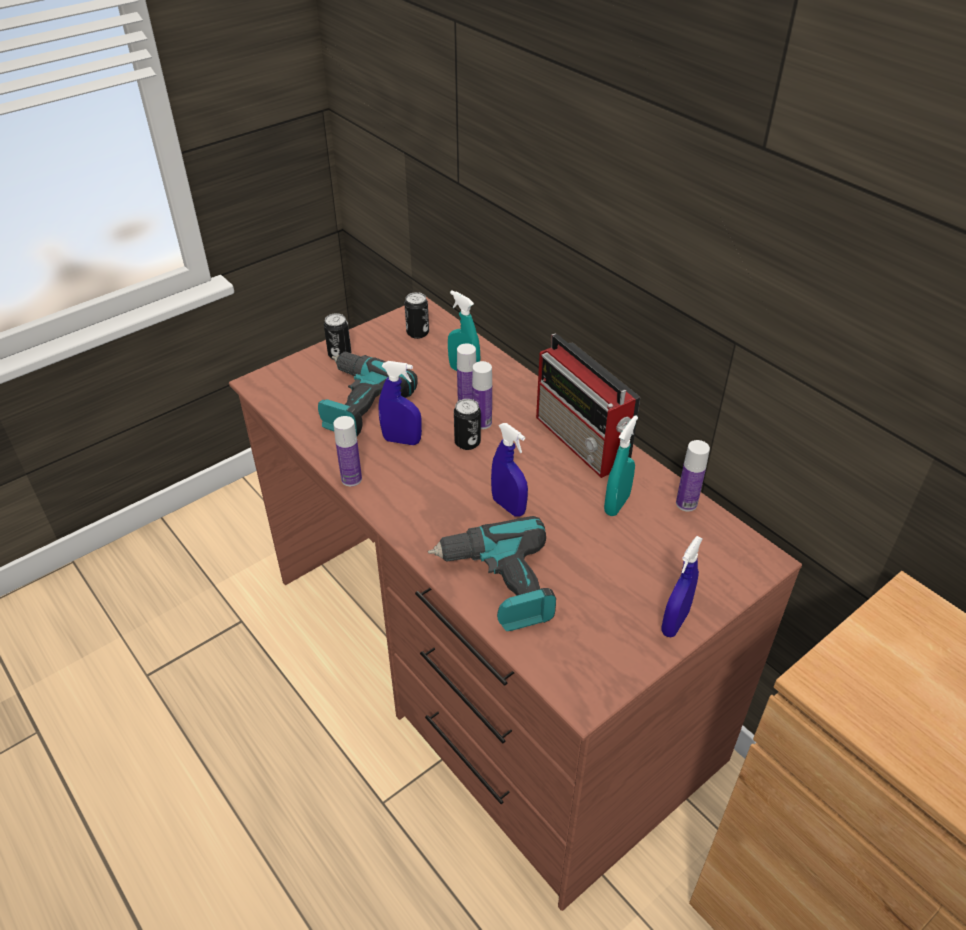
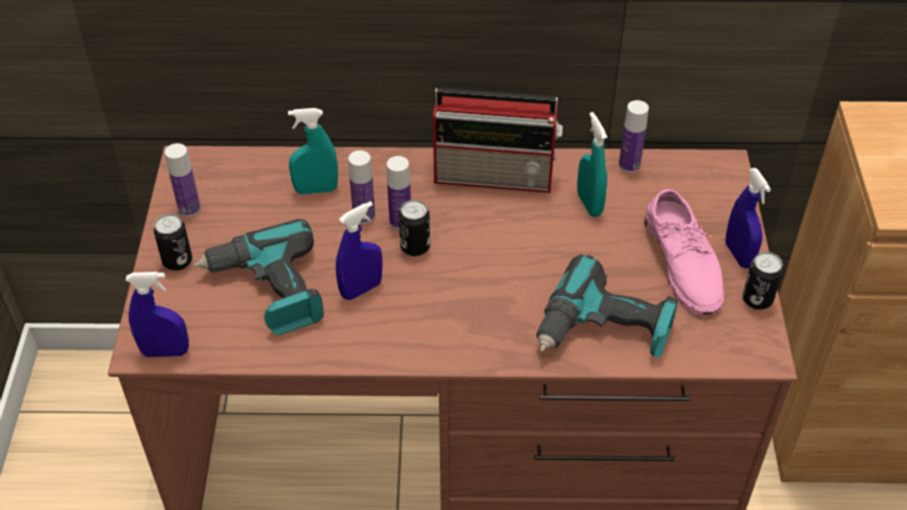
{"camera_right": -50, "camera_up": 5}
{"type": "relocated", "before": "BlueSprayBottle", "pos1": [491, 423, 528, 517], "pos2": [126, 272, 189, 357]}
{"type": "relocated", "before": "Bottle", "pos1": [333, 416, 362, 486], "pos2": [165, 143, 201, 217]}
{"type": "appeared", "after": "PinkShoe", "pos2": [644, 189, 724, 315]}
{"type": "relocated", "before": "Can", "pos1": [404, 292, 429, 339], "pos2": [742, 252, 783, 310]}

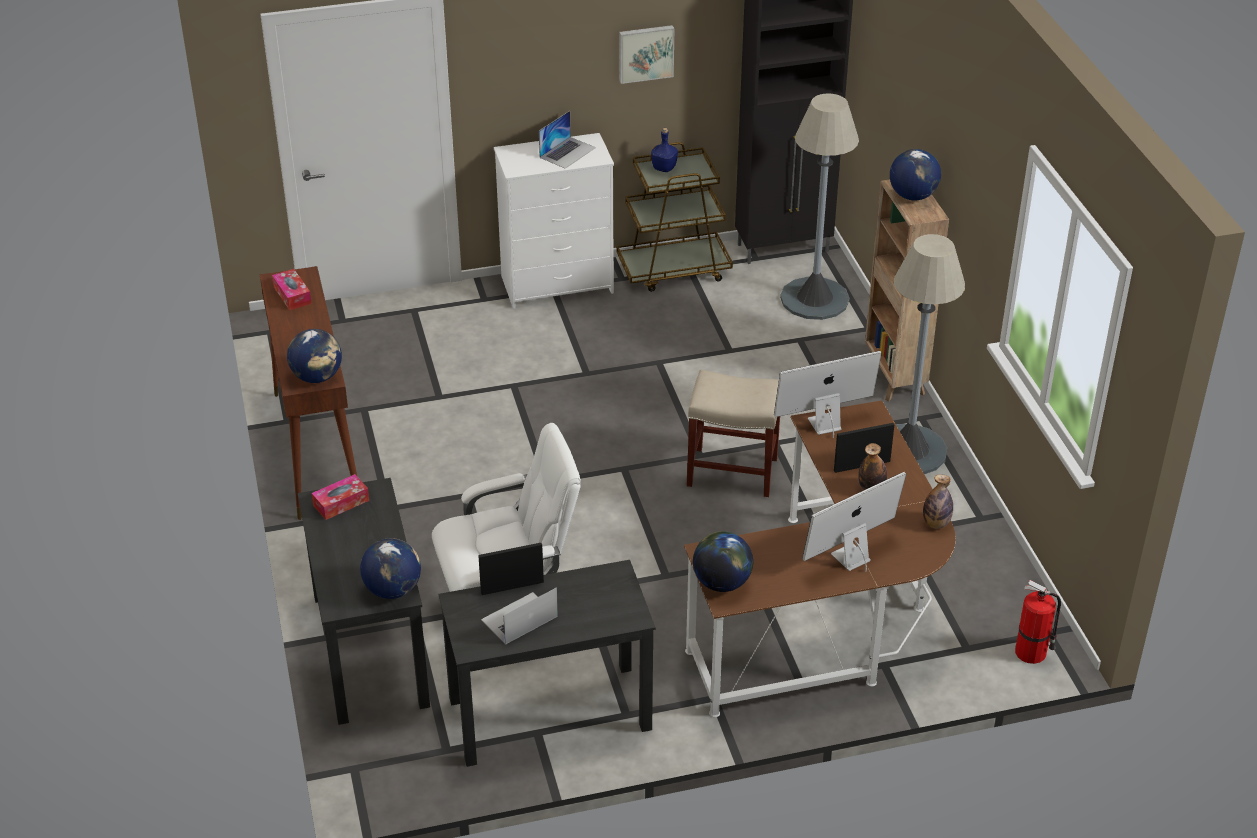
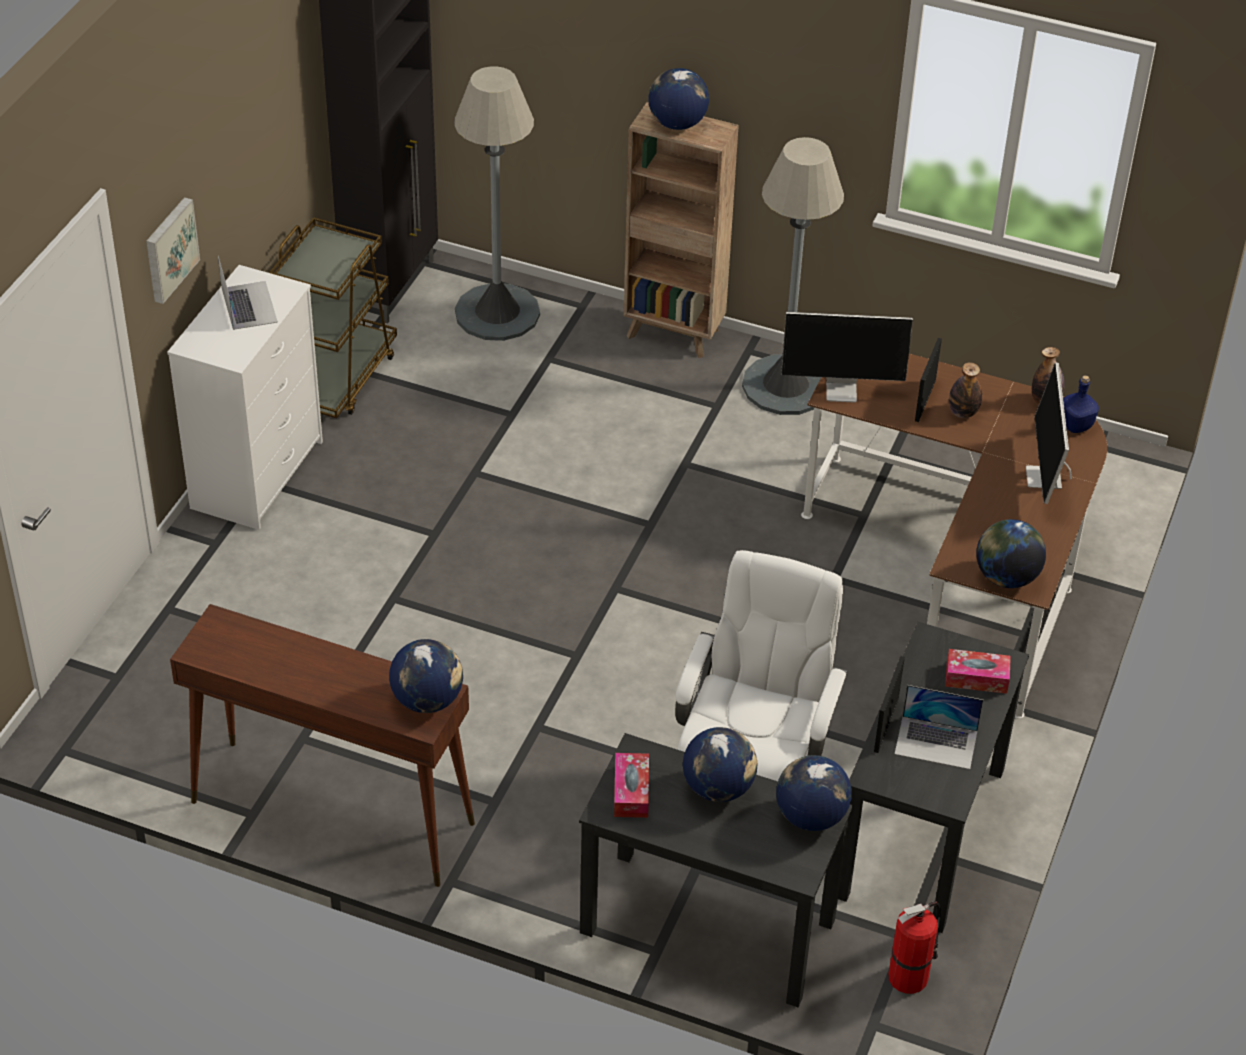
{"camera_right": -55, "camera_up": 5}
{"type": "relocated", "before": "Picture", "pos1": [619, 25, 674, 84], "pos2": [146, 197, 200, 304]}
{"type": "appeared", "after": "Globe", "pos2": [683, 727, 757, 802]}
{"type": "spun", "before": "Monitor", "pos1": [774, 351, 882, 438], "pos2": [781, 312, 913, 403], "turn": -105}
{"type": "relocated", "before": "FireExtinguisher", "pos1": [1015, 580, 1061, 664], "pos2": [888, 901, 941, 994]}
{"type": "spun", "before": "Laptop", "pos1": [481, 587, 558, 645], "pos2": [895, 685, 983, 769], "turn": -75}
{"type": "relocated", "before": "TissueBox", "pos1": [272, 269, 312, 310], "pos2": [945, 649, 1011, 694]}
{"type": "relocated", "before": "BlueBottle", "pos1": [651, 128, 678, 172], "pos2": [1063, 375, 1099, 433]}
{"type": "missing", "before": "BeigeStool", "pos1": [687, 370, 780, 497]}

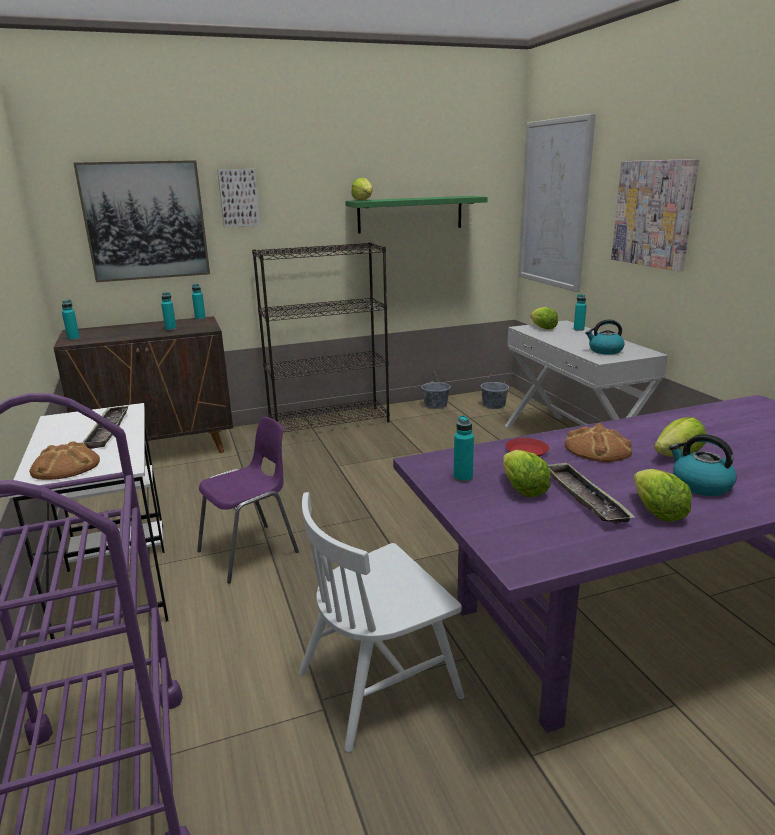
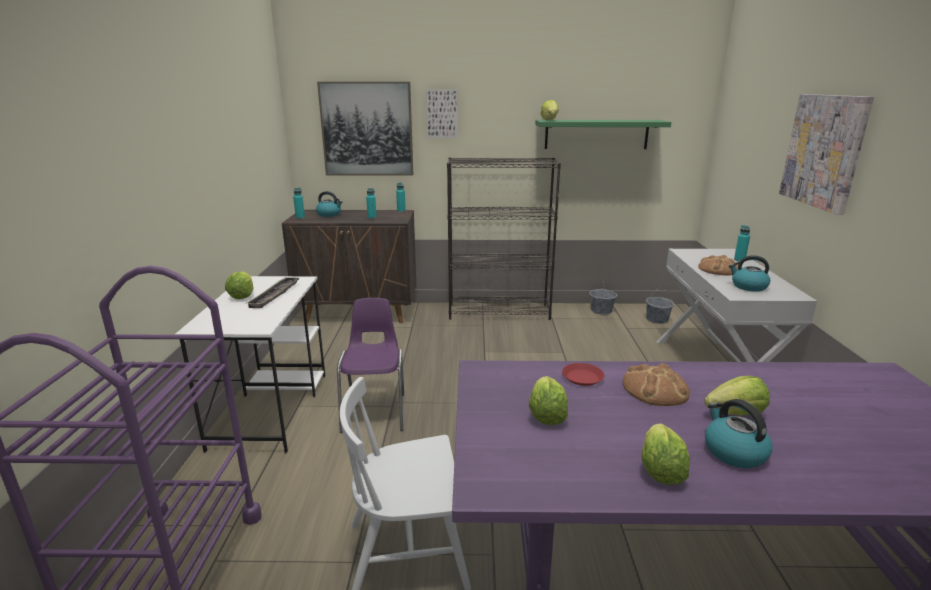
{"camera_right": 20, "camera_up": 0}
{"type": "relocated", "before": "Lettuce", "pos1": [530, 307, 558, 330], "pos2": [225, 271, 253, 300]}
{"type": "appeared", "after": "Kettle", "pos2": [316, 191, 343, 217]}
{"type": "spun", "before": "PurpleChair", "pos1": [197, 416, 299, 584], "pos2": [337, 298, 404, 433], "turn": -75}
{"type": "relocated", "before": "Bread", "pos1": [29, 441, 100, 480], "pos2": [698, 255, 738, 275]}
{"type": "missing", "before": "TurquoiseBottle", "pos1": [454, 415, 474, 482]}
{"type": "missing", "before": "Picture", "pos1": [519, 114, 596, 292]}
{"type": "missing", "before": "Tray", "pos1": [548, 462, 635, 523]}

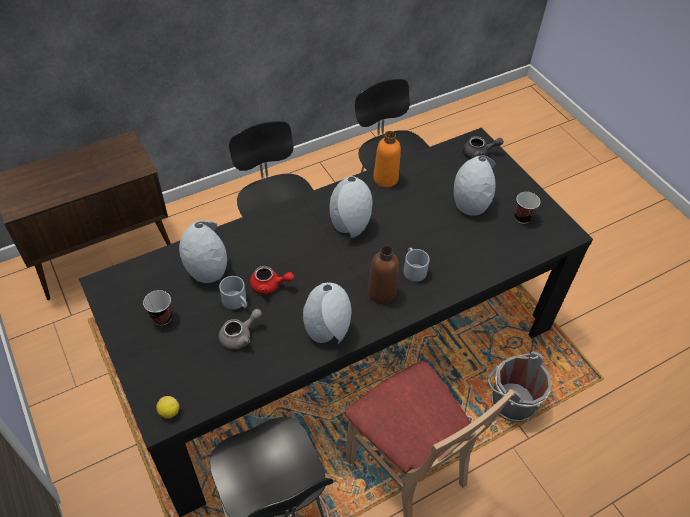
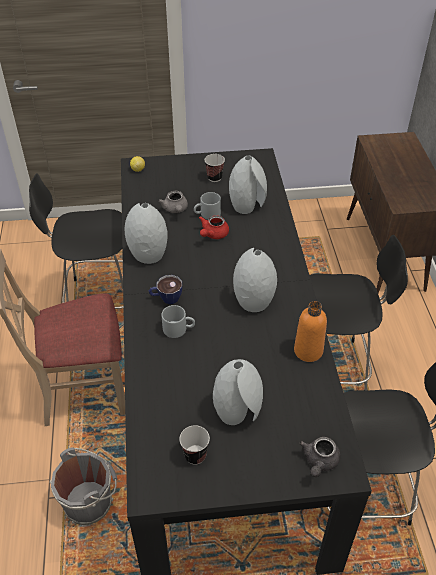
{"camera_right": 115, "camera_up": -5}
{"type": "exchanged", "before": "BrownBottle", "after": "Cup", "pos1": [368, 246, 399, 304], "pos2": [149, 275, 182, 304]}

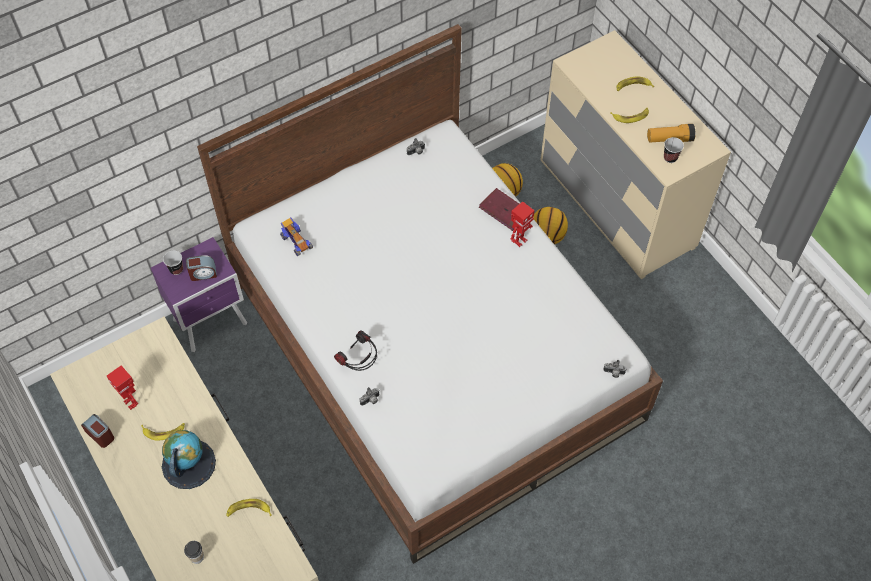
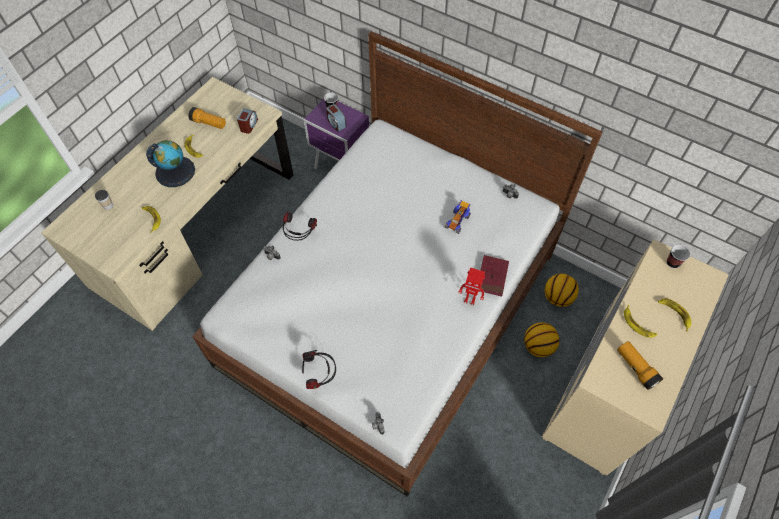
{"camera_right": 65, "camera_up": 0}
{"type": "exchanged", "before": "ToyRobot", "after": "Flashlight", "pos1": [107, 365, 138, 410], "pos2": [188, 107, 226, 129]}
{"type": "relocated", "before": "AlarmClock", "pos1": [81, 414, 114, 448], "pos2": [237, 109, 258, 134]}
{"type": "appeared", "after": "Headphones", "pos2": [302, 350, 336, 389]}
{"type": "relocated", "before": "ToyCar", "pos1": [280, 217, 313, 256], "pos2": [445, 200, 471, 234]}
{"type": "relocated", "before": "Cup", "pos1": [664, 137, 684, 163], "pos2": [667, 245, 690, 268]}

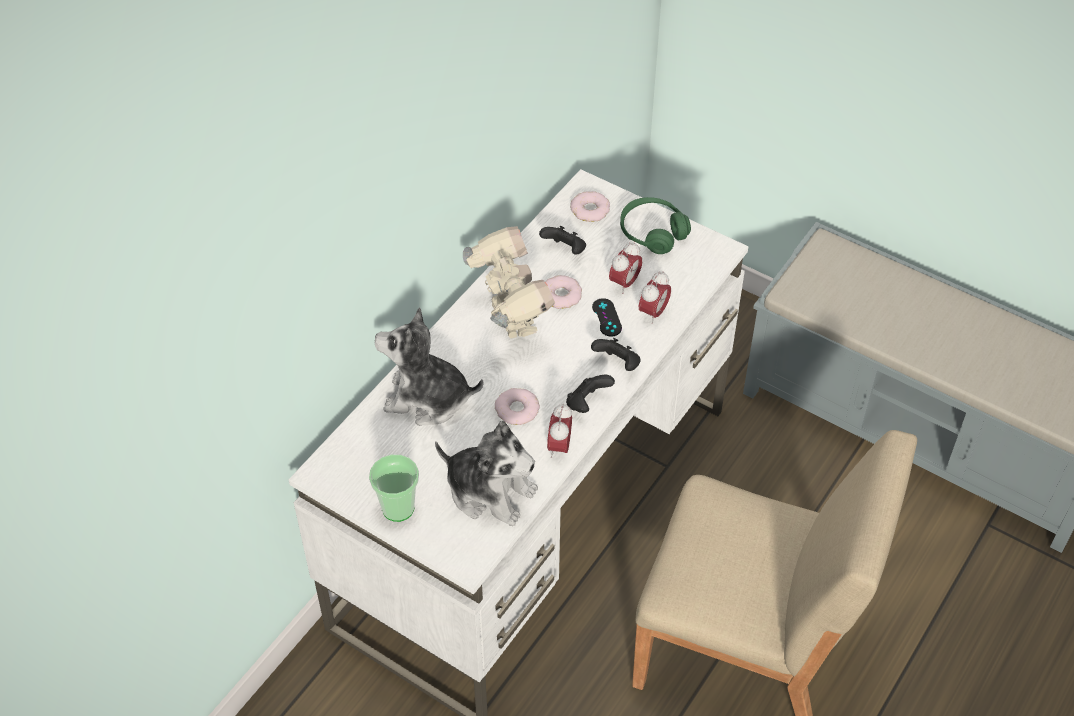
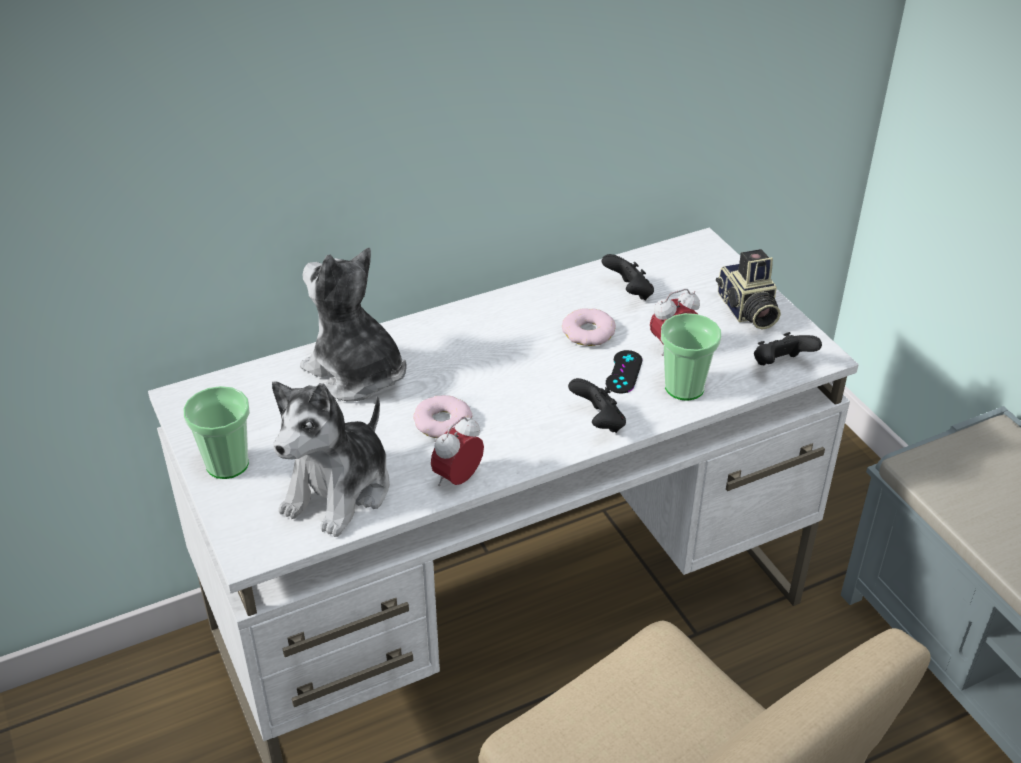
{"camera_right": 30, "camera_up": -10}
{"type": "spun", "before": "PlushToy", "pos1": [435, 421, 538, 526], "pos2": [272, 381, 390, 537], "turn": 60}
{"type": "exchanged", "before": "AlarmClock", "after": "Cup", "pos1": [639, 271, 671, 324], "pos2": [661, 313, 721, 401]}
{"type": "exchanged", "before": "GreenHeadphones", "after": "PhotoCamera", "pos1": [620, 197, 691, 254], "pos2": [716, 249, 781, 330]}
{"type": "relocated", "before": "BlackGameController", "pos1": [566, 375, 615, 413], "pos2": [754, 332, 822, 365]}
{"type": "missing", "before": "ToyRobot", "pos1": [463, 226, 555, 339]}
{"type": "missing", "before": "Donut", "pos1": [570, 191, 610, 222]}

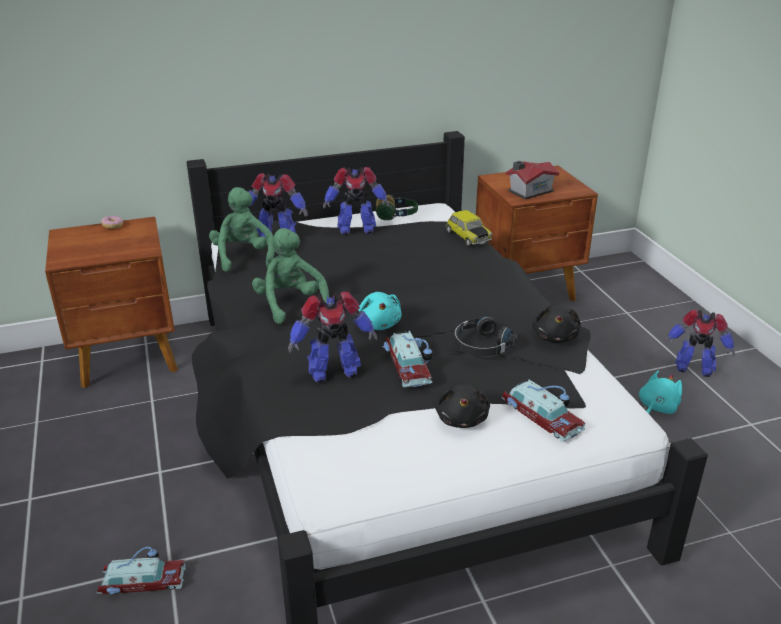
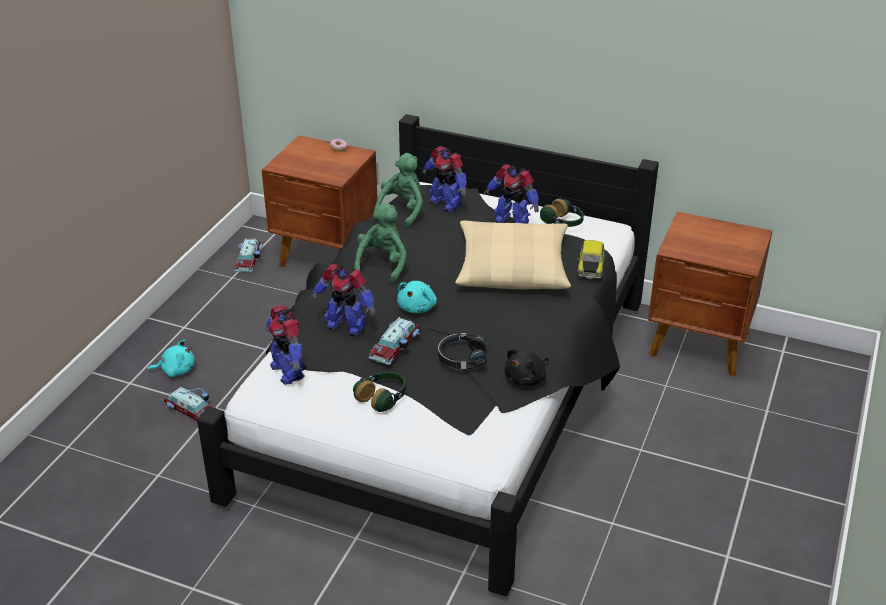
{"camera_right": 40, "camera_up": 5}
{"type": "relocated", "before": "TurquoisePlushToy", "pos1": [639, 370, 682, 414], "pos2": [147, 339, 195, 377]}
{"type": "relocated", "before": "ToyCar", "pos1": [502, 380, 585, 442], "pos2": [235, 238, 264, 273]}
{"type": "relocated", "before": "ToyRobot", "pos1": [665, 310, 735, 377], "pos2": [265, 305, 306, 385]}
{"type": "exchanged", "before": "BlackPlushToy", "after": "Headphones", "pos1": [435, 382, 490, 428], "pos2": [353, 372, 406, 412]}
{"type": "appeared", "after": "BeigePillow", "pos2": [455, 220, 571, 289]}
{"type": "missing", "before": "ToyHouse", "pos1": [506, 161, 559, 200]}

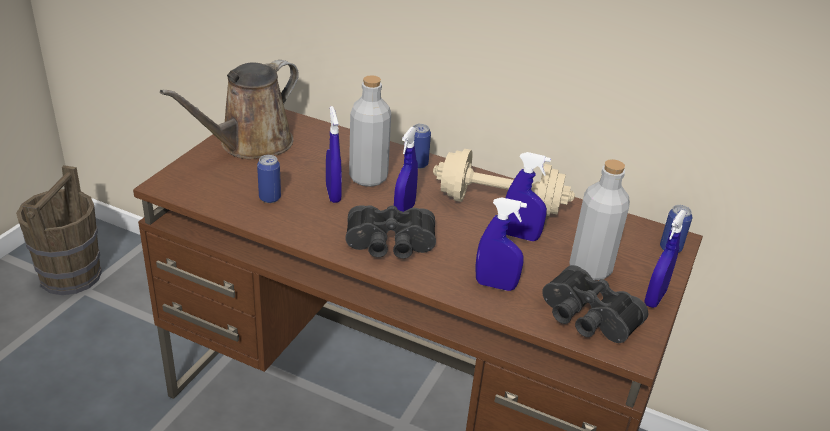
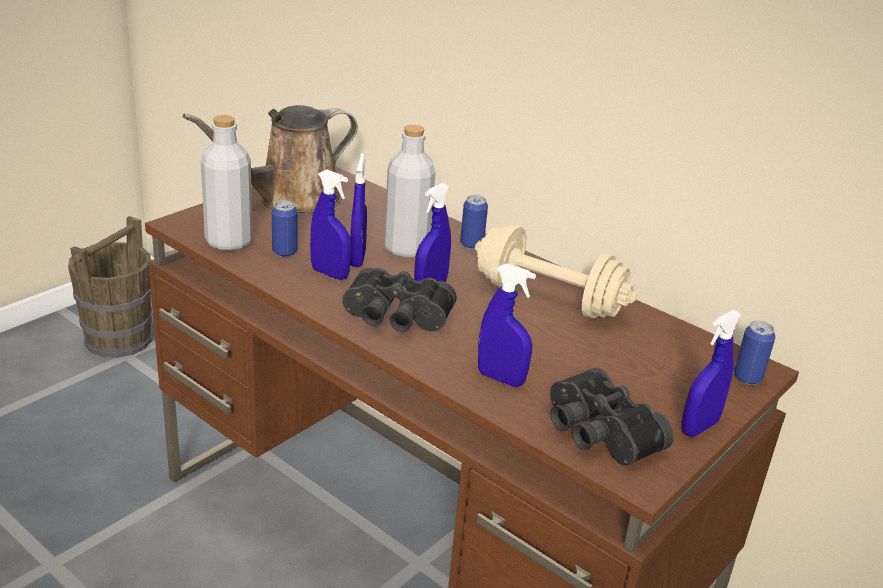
{"camera_right": 15, "camera_up": -5}
{"type": "relocated", "before": "GreyBottle", "pos1": [569, 159, 630, 280], "pos2": [201, 115, 253, 251]}
{"type": "relocated", "before": "BlueSprayBottle", "pos1": [505, 152, 551, 241], "pos2": [310, 169, 351, 280]}

